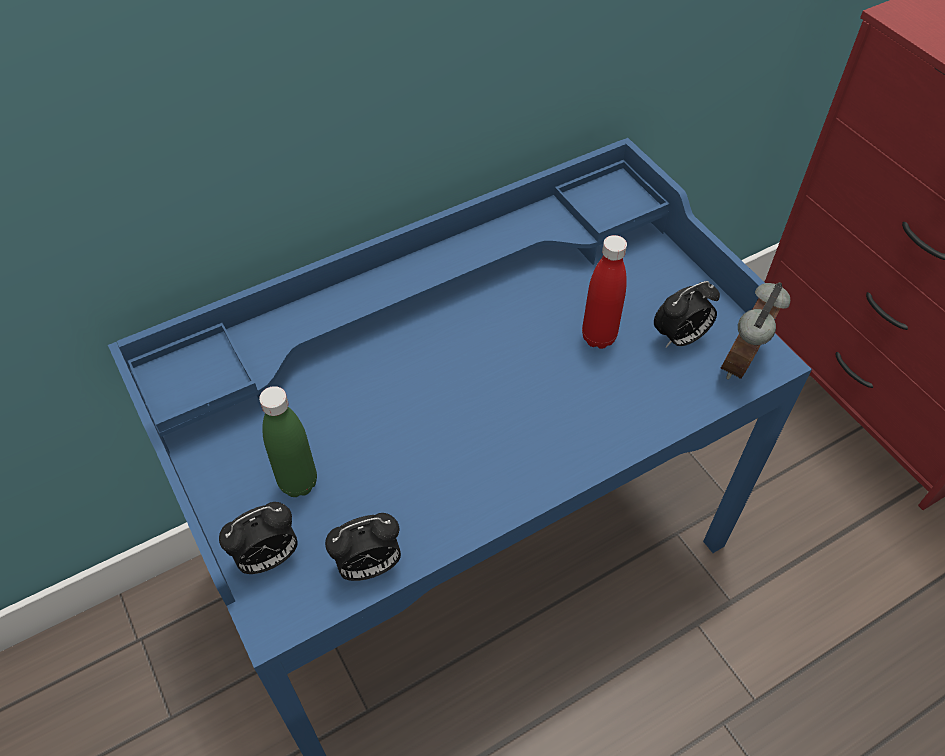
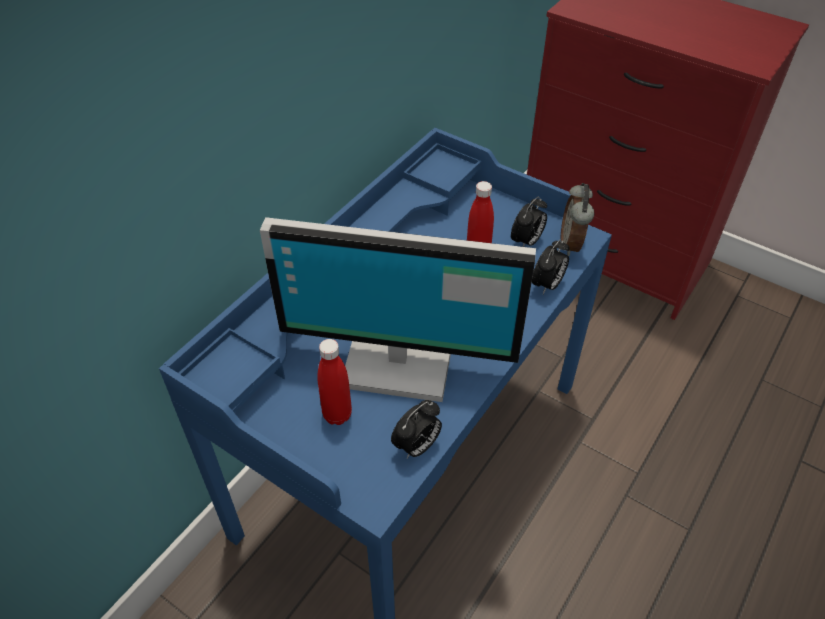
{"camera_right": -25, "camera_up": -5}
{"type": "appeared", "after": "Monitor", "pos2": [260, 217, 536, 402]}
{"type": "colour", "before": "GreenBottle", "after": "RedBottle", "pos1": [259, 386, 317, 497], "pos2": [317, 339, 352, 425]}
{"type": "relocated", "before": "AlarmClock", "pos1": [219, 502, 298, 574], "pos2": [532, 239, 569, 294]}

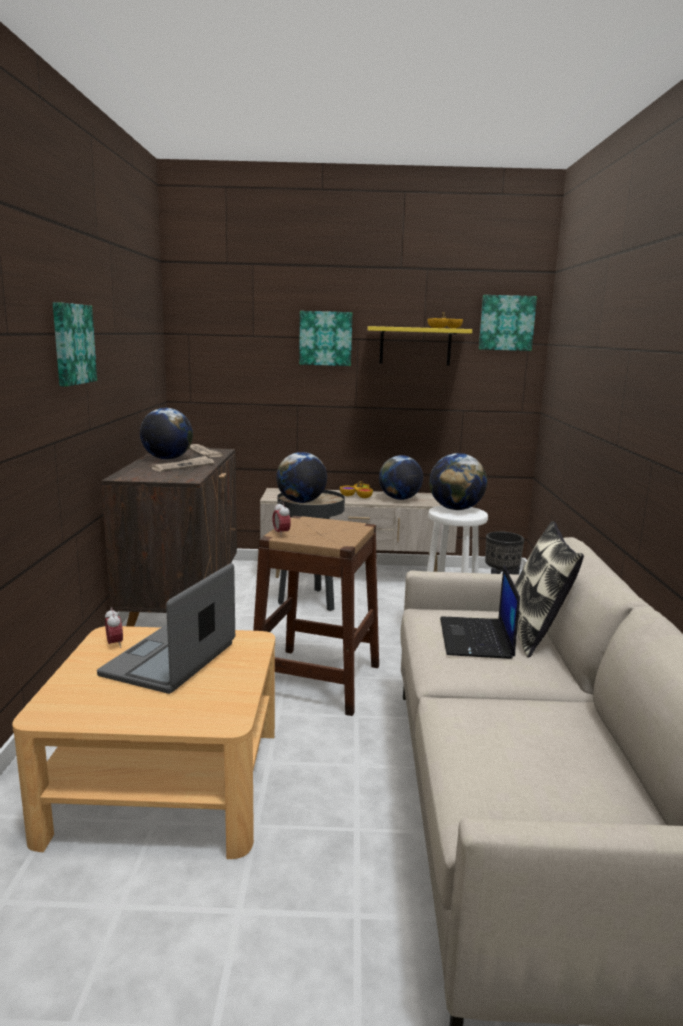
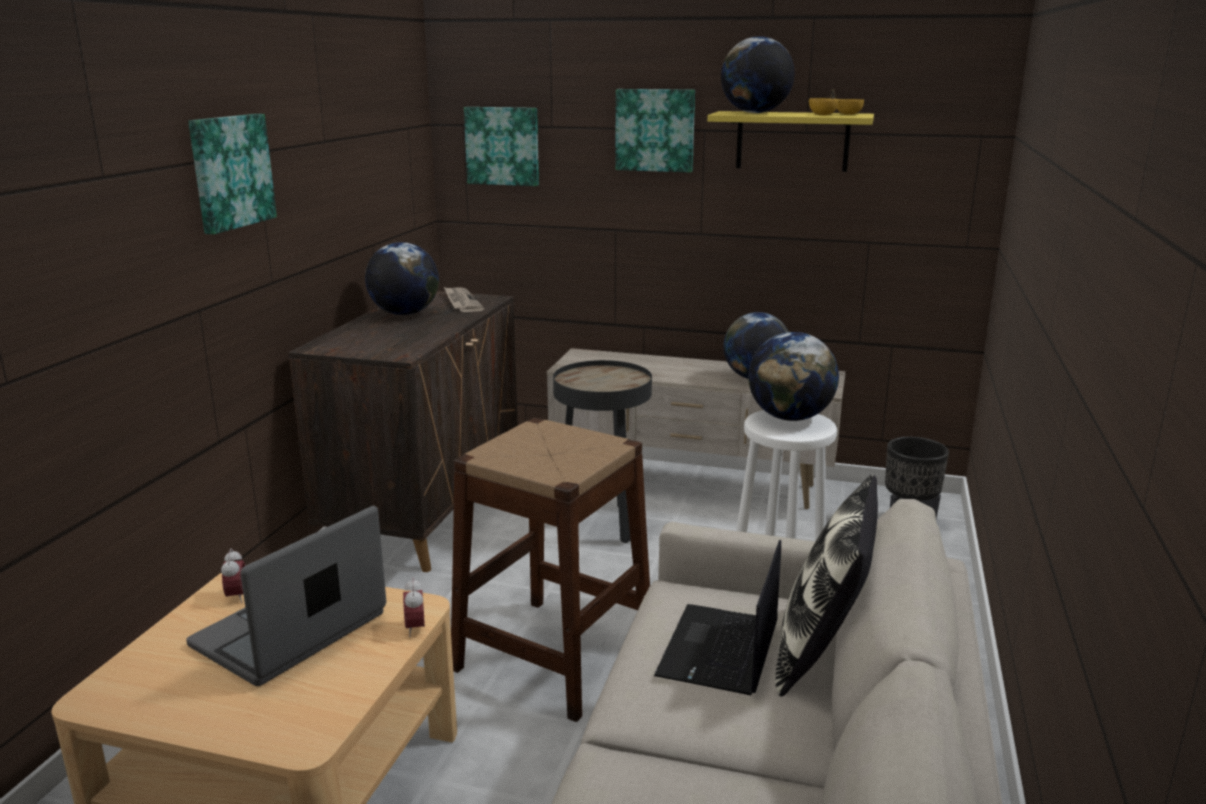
{"camera_right": 15, "camera_up": 5}
{"type": "relocated", "before": "AlarmClock", "pos1": [272, 501, 291, 532], "pos2": [403, 577, 425, 637]}
{"type": "relocated", "before": "Picture", "pos1": [479, 295, 537, 351], "pos2": [464, 107, 539, 186]}
{"type": "relocated", "before": "Globe", "pos1": [276, 452, 327, 503], "pos2": [721, 36, 794, 113]}
{"type": "missing", "before": "Newspaper", "pos1": [151, 456, 214, 472]}
{"type": "missing", "before": "Bowl", "pos1": [340, 481, 373, 498]}

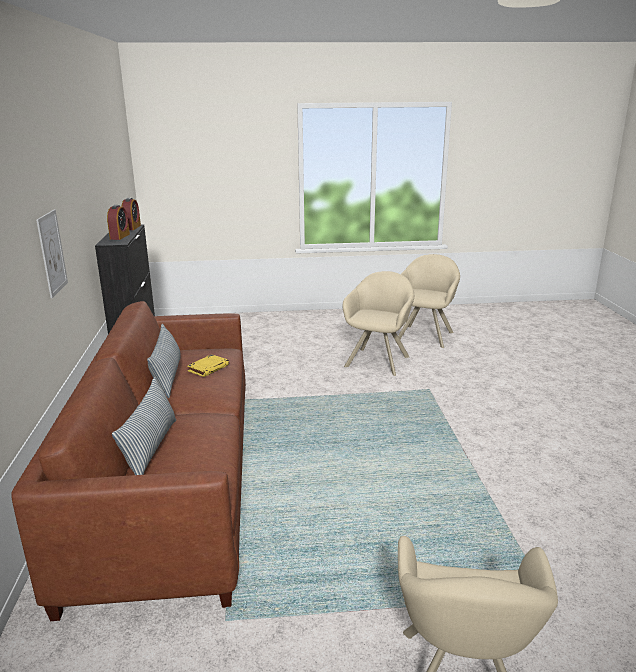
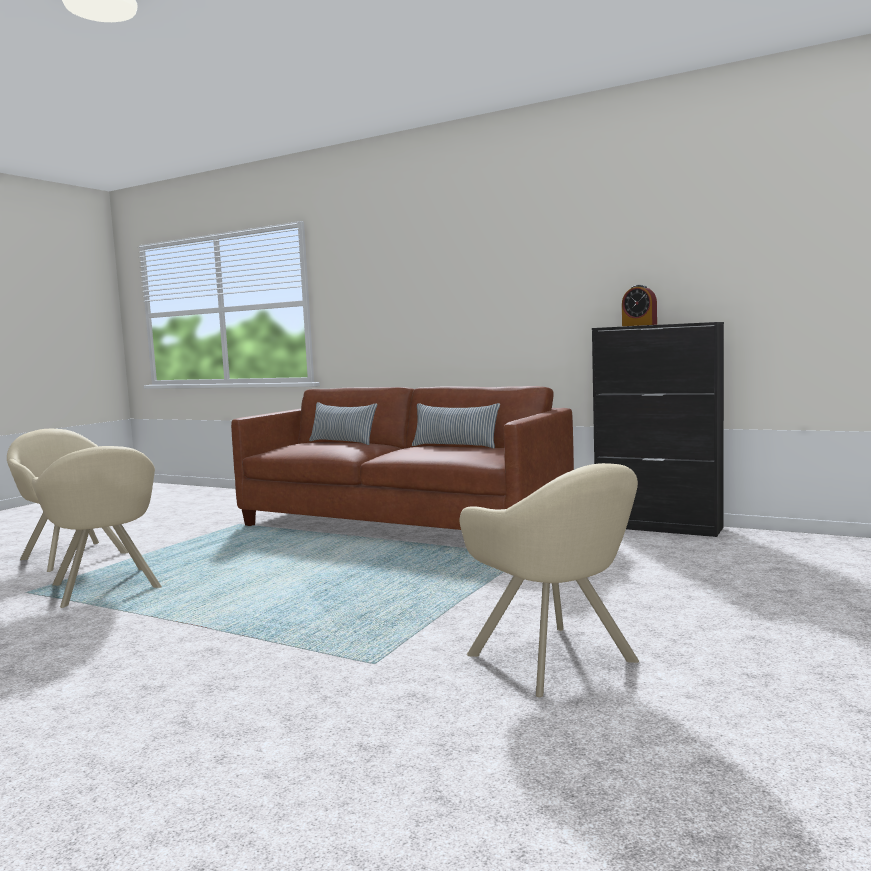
{"camera_right": 125, "camera_up": -15}
{"type": "relocated", "before": "BeigeArmchair", "pos1": [398, 254, 460, 348], "pos2": [32, 446, 162, 608]}
{"type": "missing", "before": "Picture", "pos1": [36, 210, 68, 298]}
{"type": "missing", "before": "AlarmClock", "pos1": [122, 198, 141, 230]}
{"type": "missing", "before": "YellowBook", "pos1": [187, 354, 229, 377]}

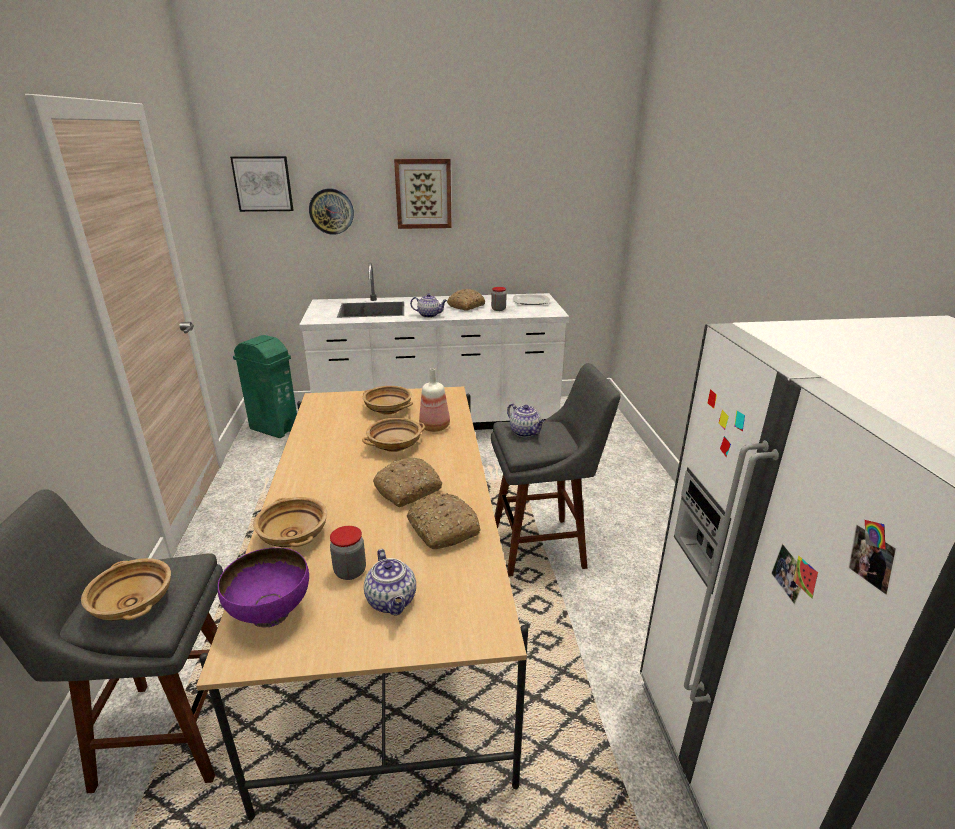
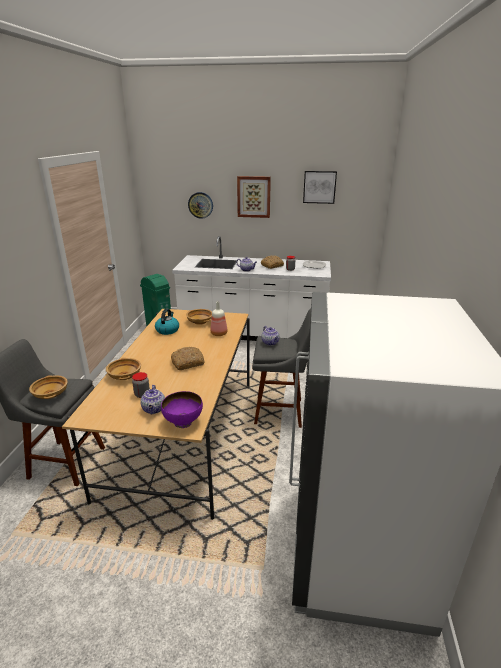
{"camera_right": 15, "camera_up": 0}
{"type": "appeared", "after": "Kettle", "pos2": [155, 309, 179, 335]}
{"type": "relocated", "before": "PurpleBowl", "pos1": [218, 547, 309, 628], "pos2": [161, 391, 203, 428]}
{"type": "relocated", "before": "Picture", "pos1": [230, 156, 294, 212], "pos2": [303, 171, 337, 204]}
{"type": "missing", "before": "BeigeBowl", "pos1": [362, 418, 425, 452]}
{"type": "missing", "before": "Bread", "pos1": [407, 493, 481, 549]}

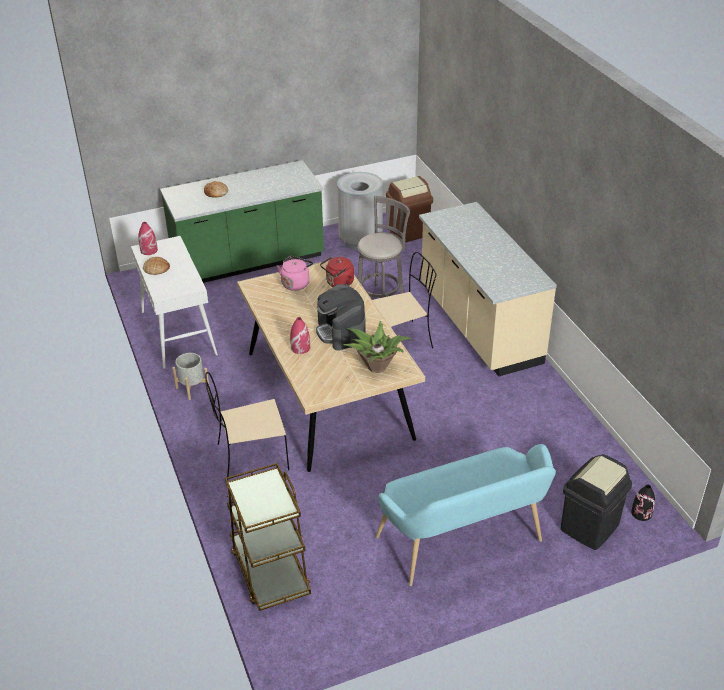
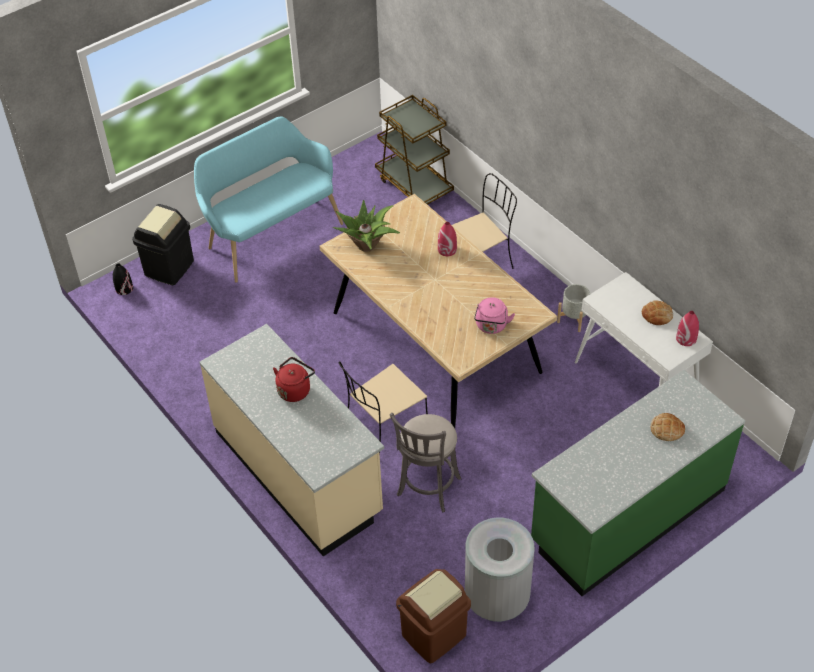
{"camera_right": 165, "camera_up": 10}
{"type": "relocated", "before": "RedKettle", "pos1": [320, 256, 354, 287], "pos2": [273, 357, 315, 402]}
{"type": "missing", "before": "CoffeeMachine", "pos1": [316, 284, 366, 351]}

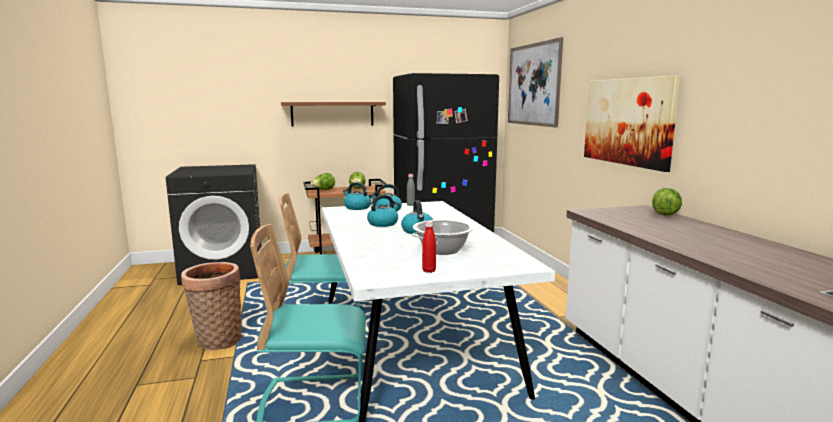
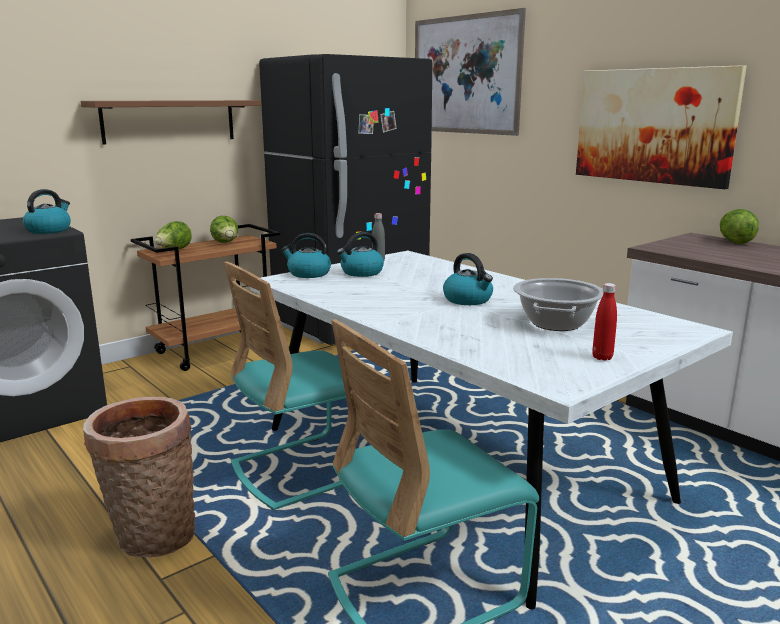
{"camera_right": -25, "camera_up": 5}
{"type": "relocated", "before": "Kettle", "pos1": [367, 195, 400, 227], "pos2": [23, 189, 71, 234]}

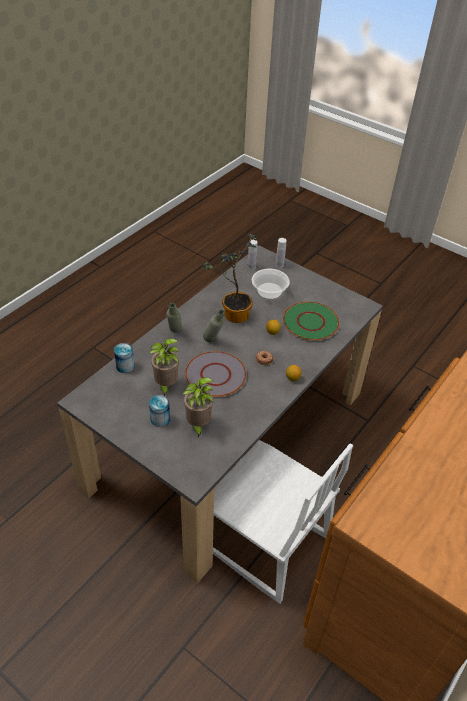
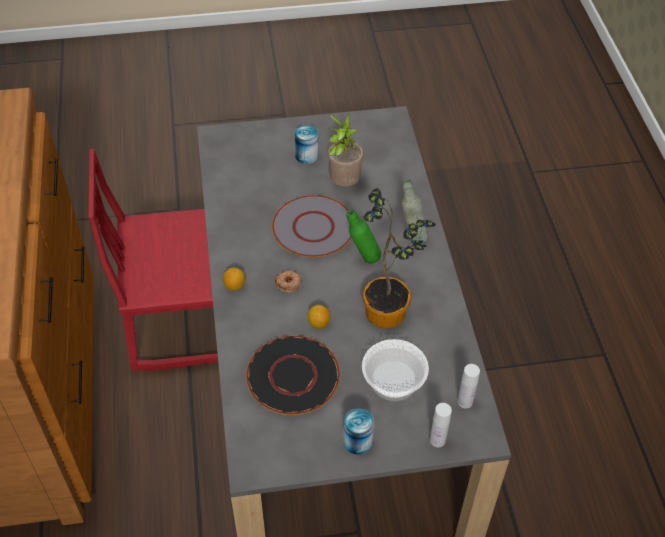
{"camera_right": 135, "camera_up": 5}
{"type": "colour", "before": "WhiteChair", "after": "RedChair", "pos1": [213, 440, 353, 604], "pos2": [88, 149, 218, 371]}
{"type": "colour", "before": "GreenPlate", "after": "BlackPlate", "pos1": [283, 302, 339, 340], "pos2": [246, 335, 340, 415]}
{"type": "relocated", "before": "Can", "pos1": [114, 343, 135, 373], "pos2": [343, 408, 374, 455]}
{"type": "colour", "before": "GreyBottle", "after": "GreenBottle", "pos1": [203, 310, 224, 342], "pos2": [346, 209, 381, 264]}
{"type": "missing", "before": "PottedPlant", "pos1": [182, 377, 213, 438]}

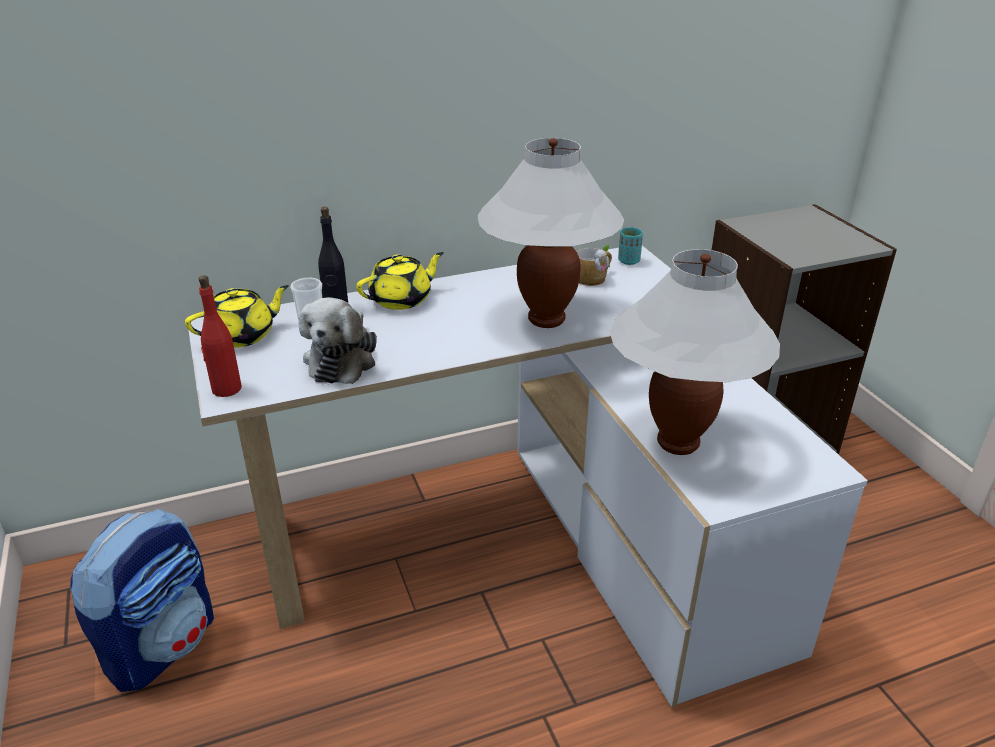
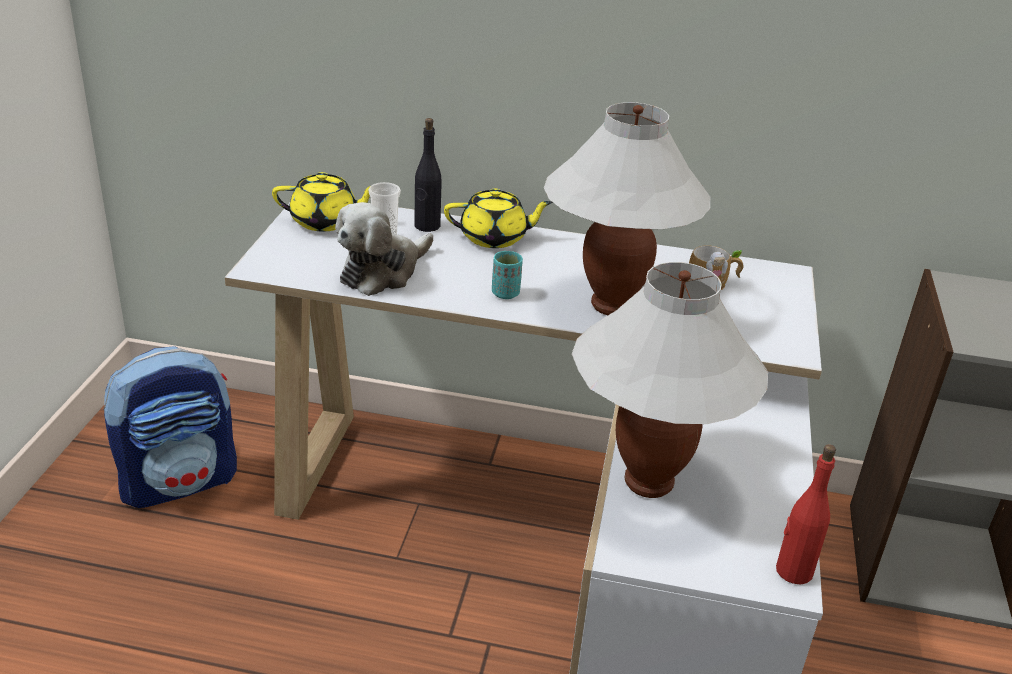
{"camera_right": 30, "camera_up": 0}
{"type": "relocated", "before": "TurquoiseCup", "pos1": [618, 227, 643, 265], "pos2": [492, 251, 523, 299]}
{"type": "relocated", "before": "RedBottle", "pos1": [199, 275, 242, 397], "pos2": [776, 444, 836, 585]}

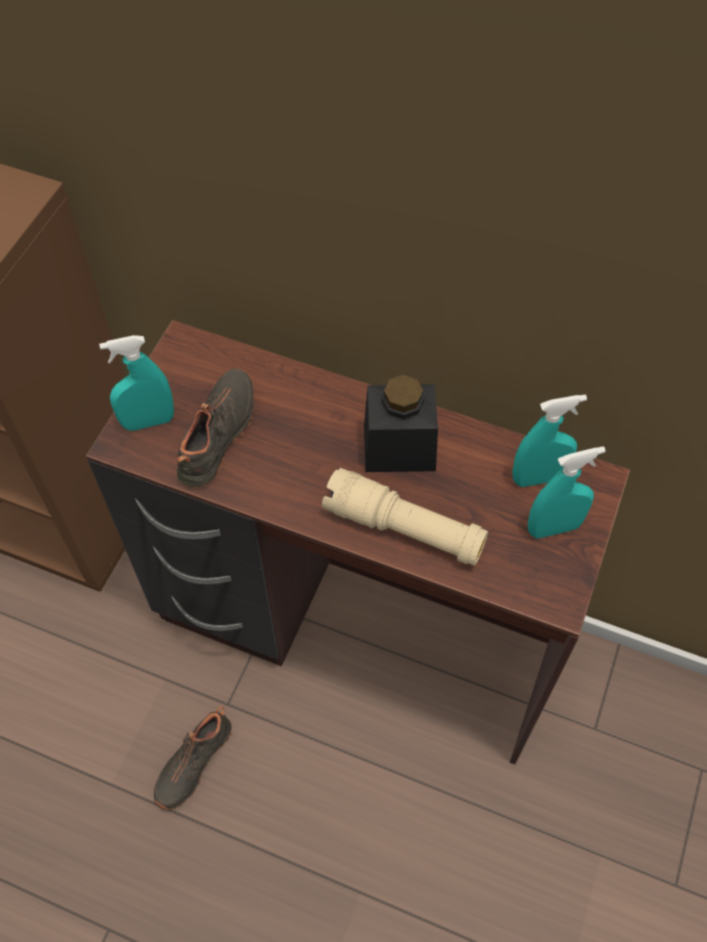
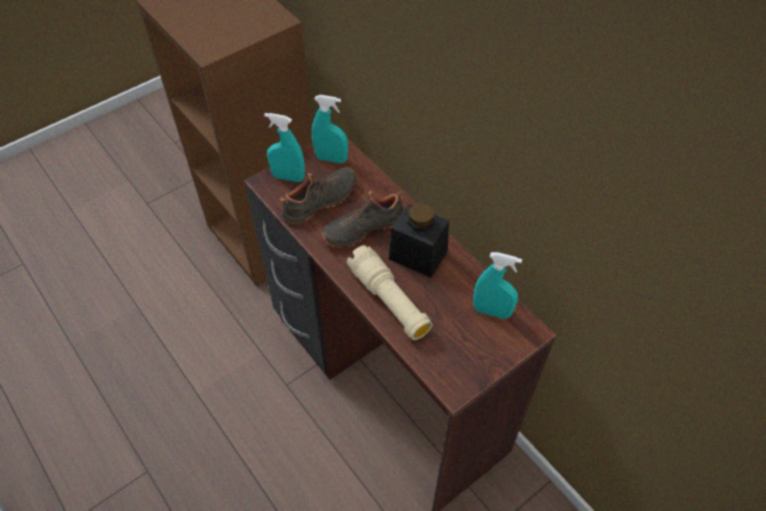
{"camera_right": 30, "camera_up": -5}
{"type": "relocated", "before": "TurquoiseSprayBottle", "pos1": [528, 446, 606, 539], "pos2": [312, 95, 348, 163]}
{"type": "relocated", "before": "BlackShoe", "pos1": [154, 706, 232, 810], "pos2": [321, 191, 405, 248]}

